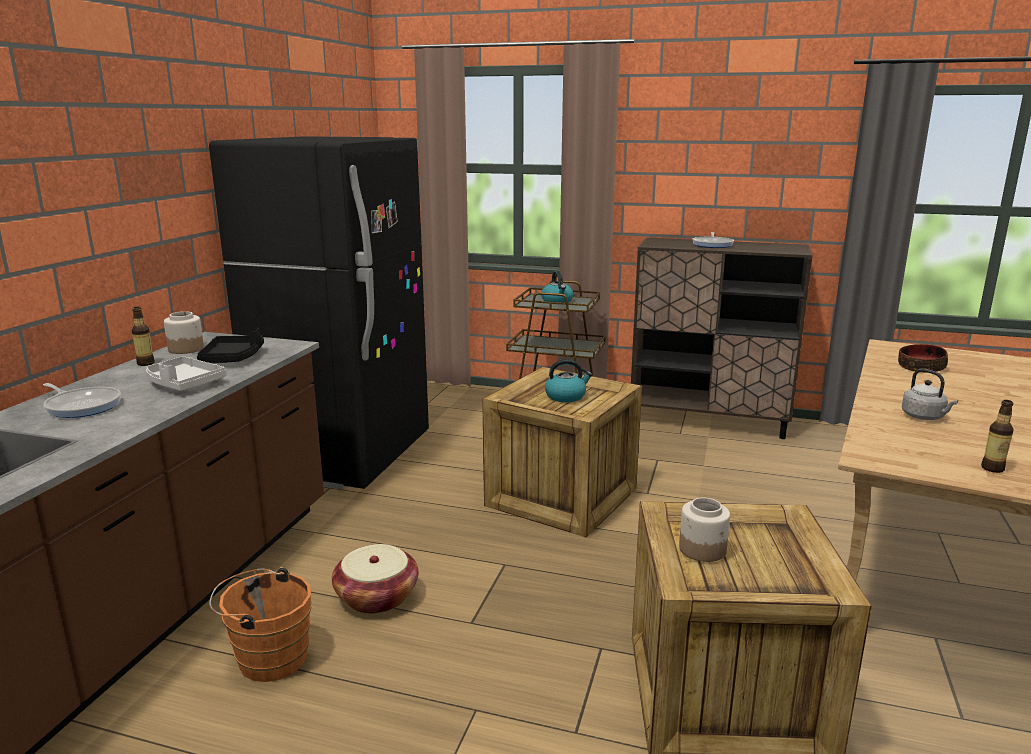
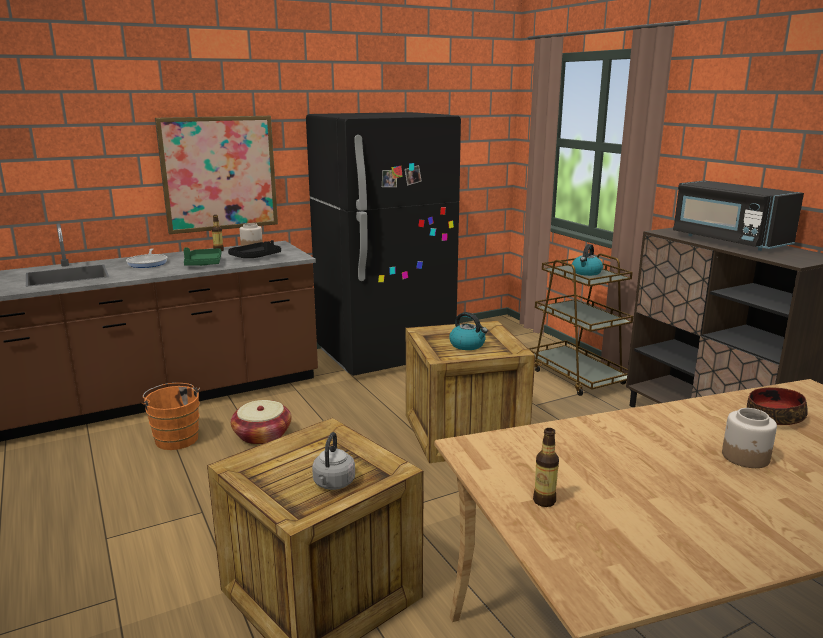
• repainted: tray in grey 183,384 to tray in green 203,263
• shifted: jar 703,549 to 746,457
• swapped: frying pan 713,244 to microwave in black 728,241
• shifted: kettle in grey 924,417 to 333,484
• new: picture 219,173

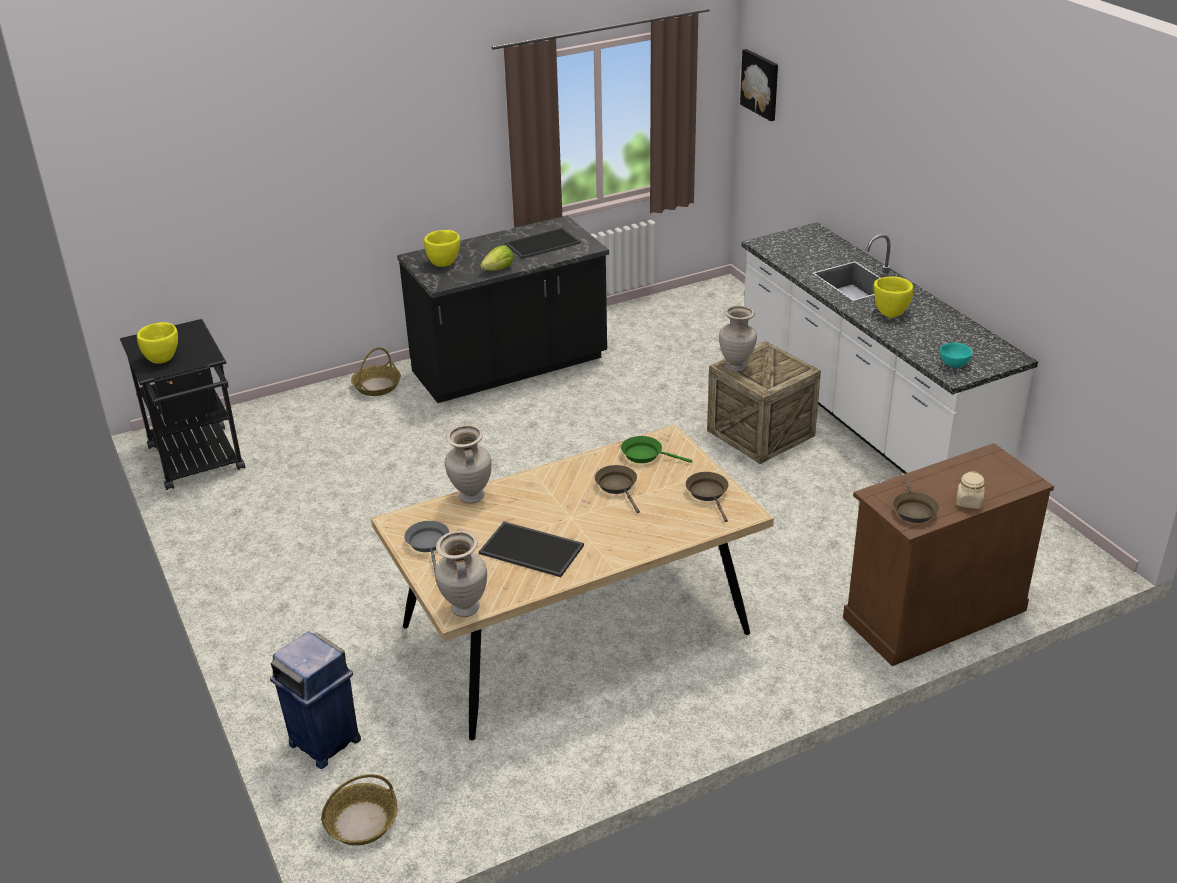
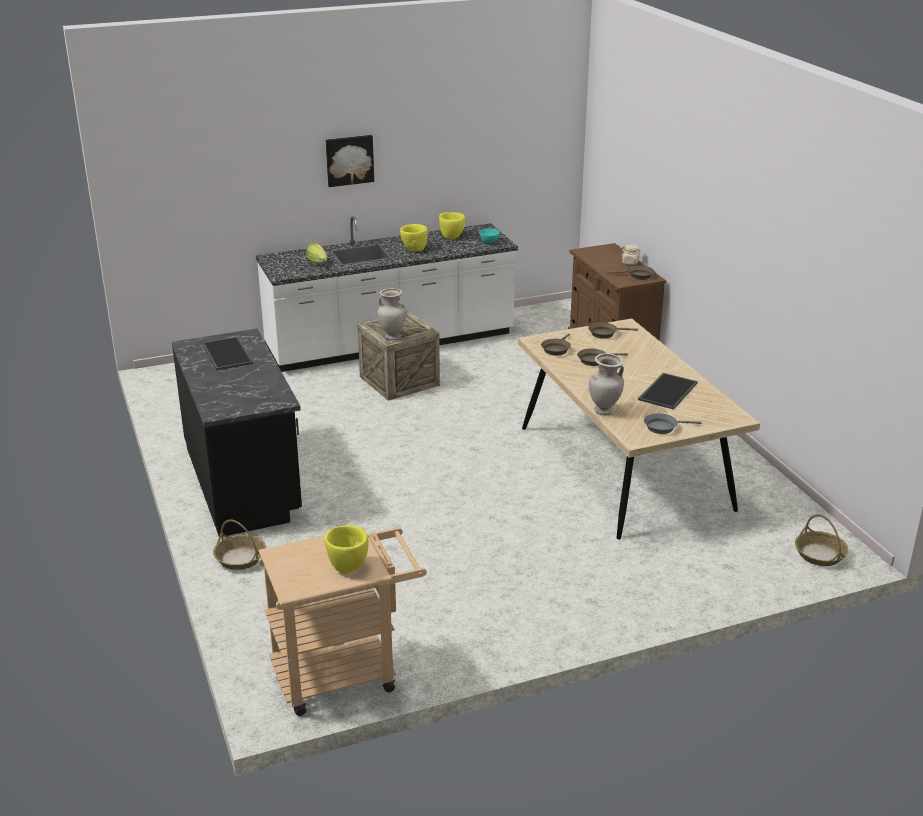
• repainted: cart in black 199,463 to cart in beige 345,672
• gone: trash can in blue 324,741
• shifted: bowl in yellow 444,264 to 451,237
• gone: vase in beige 464,609
• shifted: lettuce 498,269 to 318,262
• repainted: frying pan in green 645,455 to frying pan in brown 556,349
• shifted: picture 761,84 to 349,160

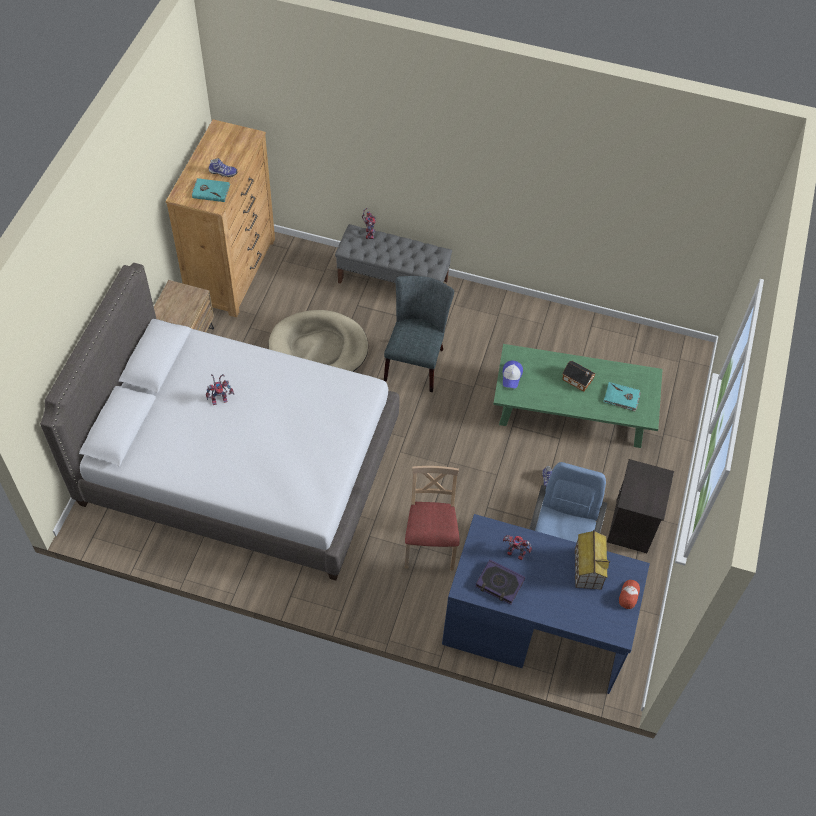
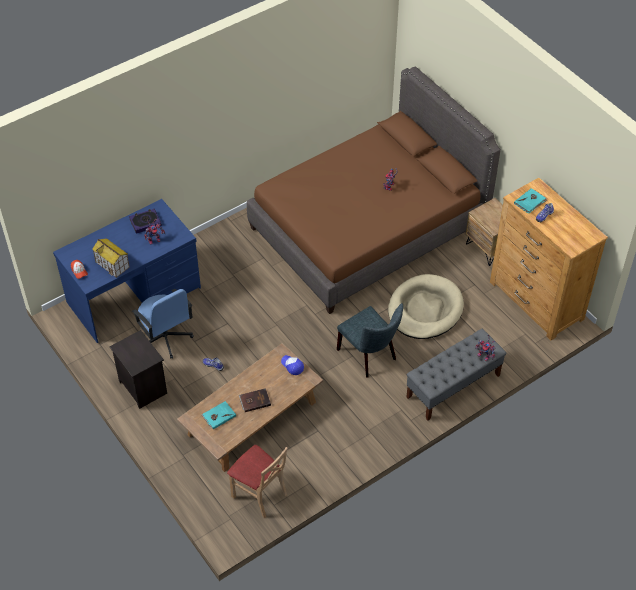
• repainted: bed in grey 240,464 to bed in brown 367,227
• shifted: chair in beige 430,546 to 259,494
• repainted: coffee table in green 573,408 to coffee table in brown 252,419
• swapped: toy house 578,381 to book in brown 254,400

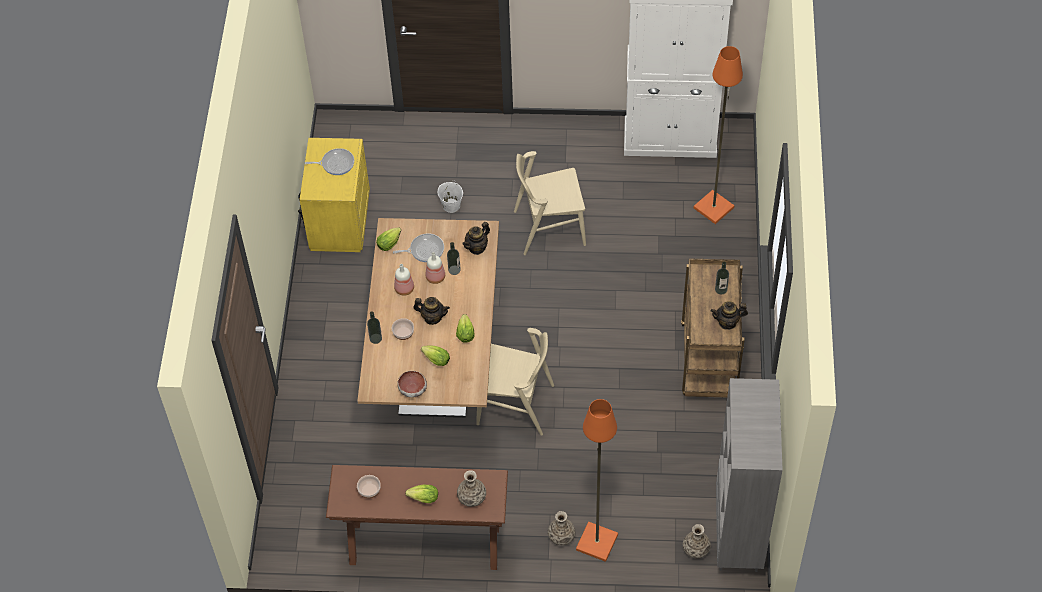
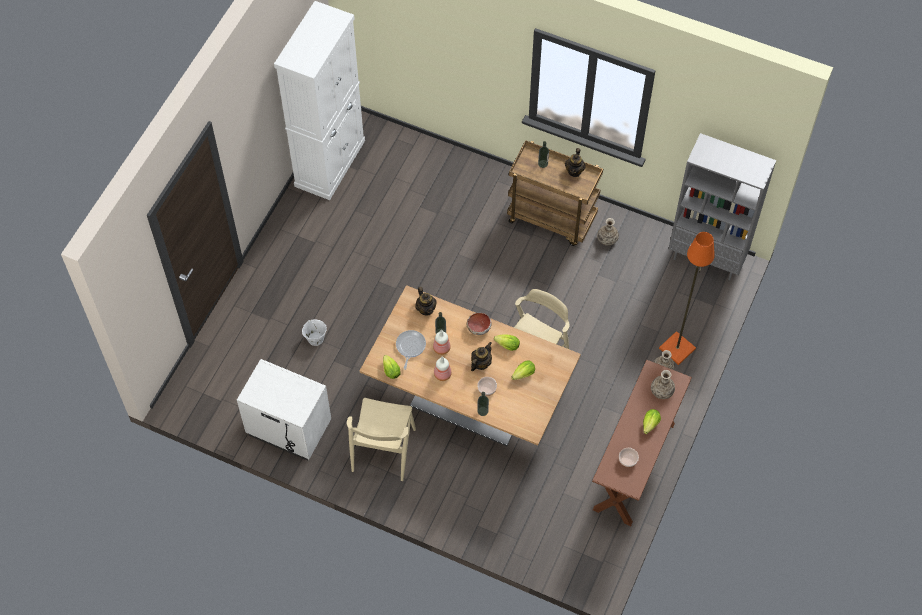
• repainted: nightstand in yellow 338,221 to nightstand in white 288,429
• gone: frying pan 336,163
• shifted: bowl 413,389 to 479,327
• shifted: chair in beige 549,227 to 383,450
• shifted: vase 696,549 to 607,239
• gone: floor lamp in orange 714,207

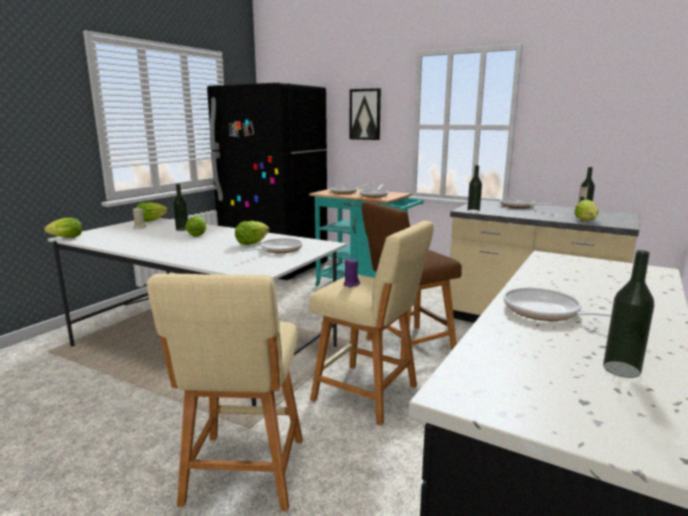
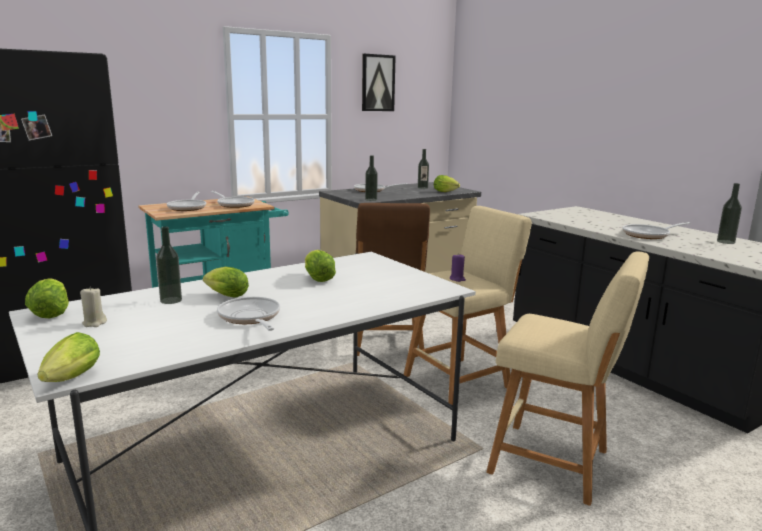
• shifted: frying pan 278,250 to 250,318
• shifted: picture 365,114 to 377,83

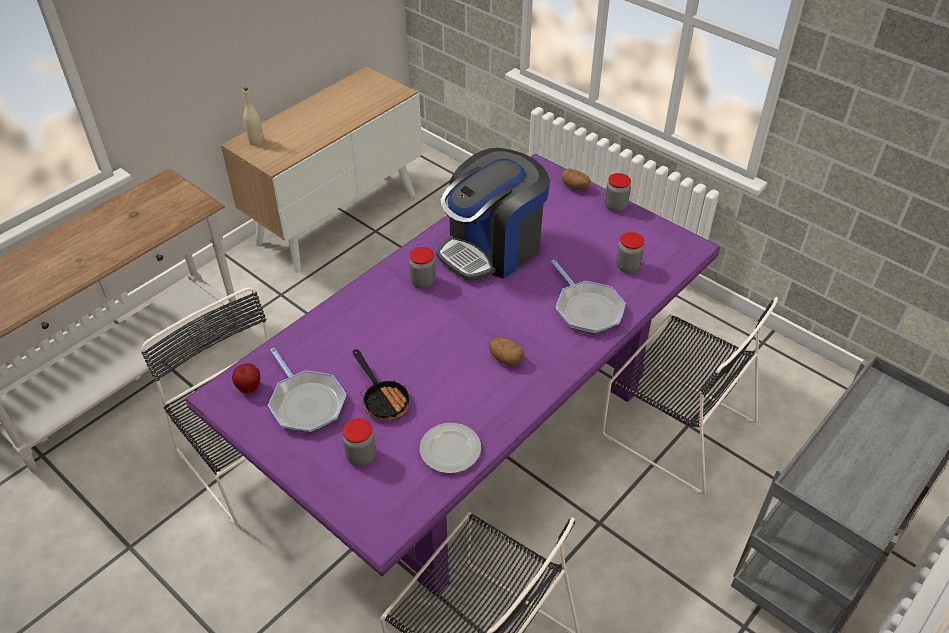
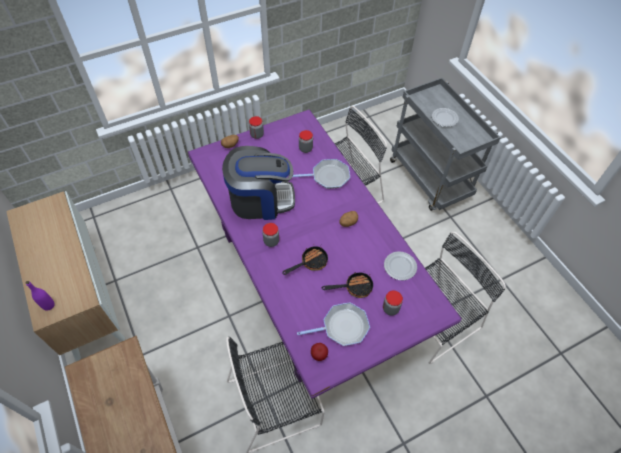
• repainted: bottle in beige 256,141 to bottle in purple 48,305
• rotated: coffee machine 492,248 = 260,200 75 degrees counterclockwise
• new: frying pan 310,262
• new: plate 444,119

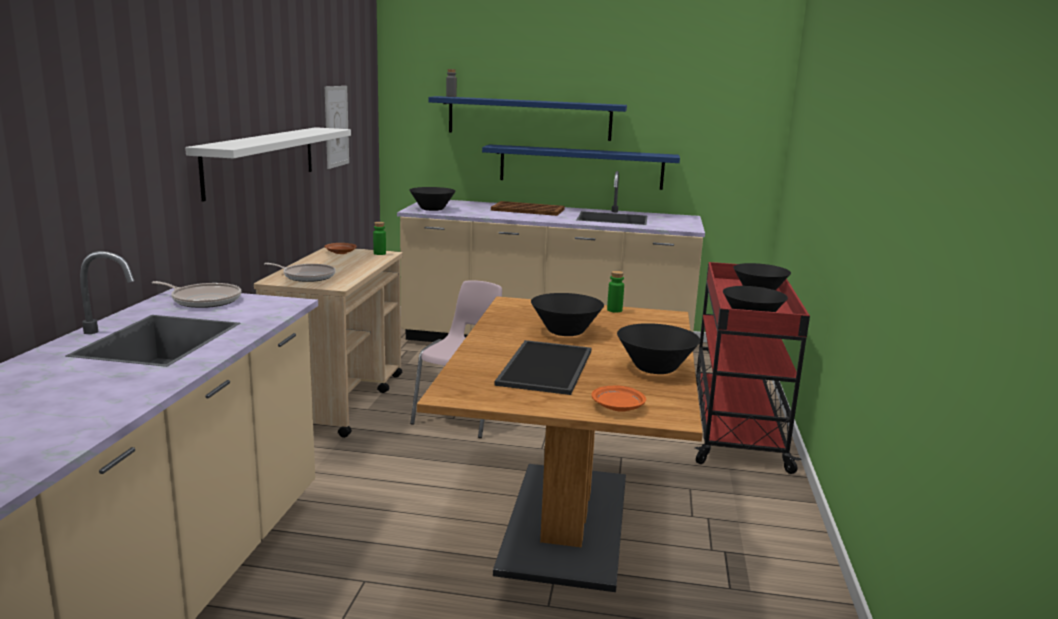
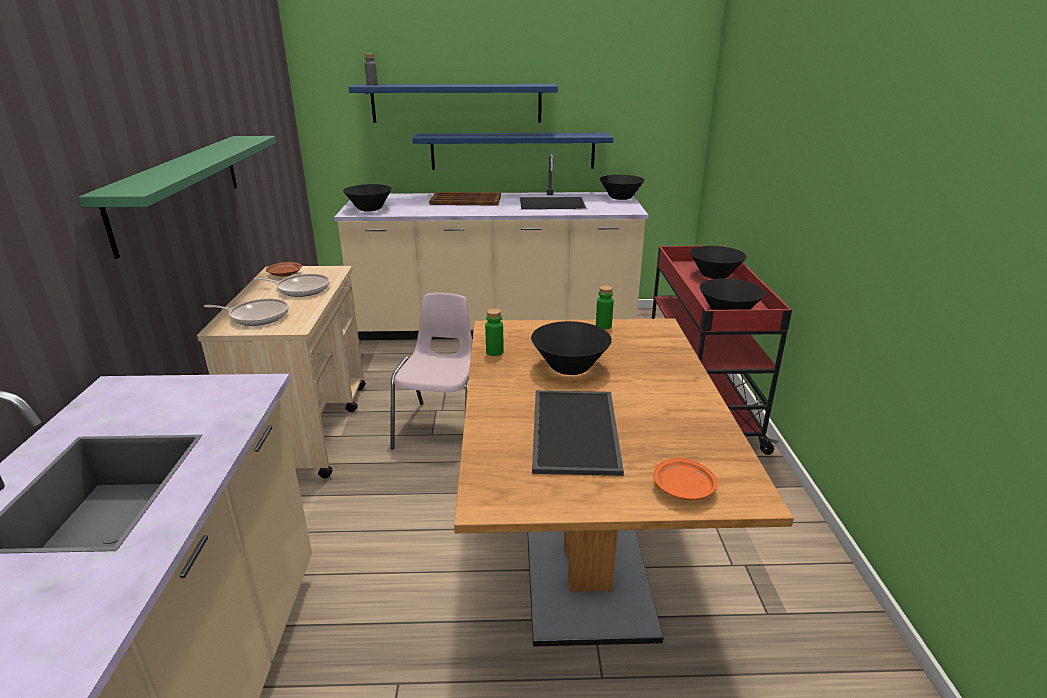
• shifted: frying pan 204,300 to 301,289
• repainted: shelf in white 261,160 to shelf in green 179,188
• gone: picture 336,126
• shifted: bottle in green 379,253 to 494,352
• shifted: bowl in black 655,368 to 620,198

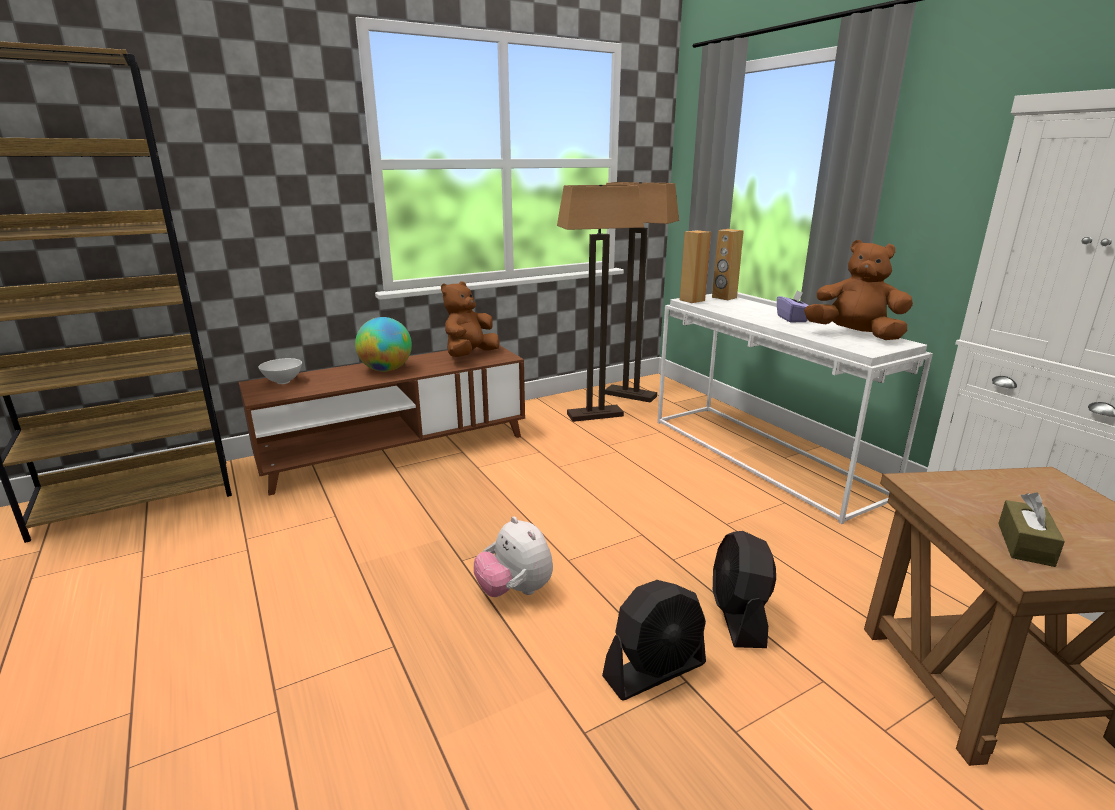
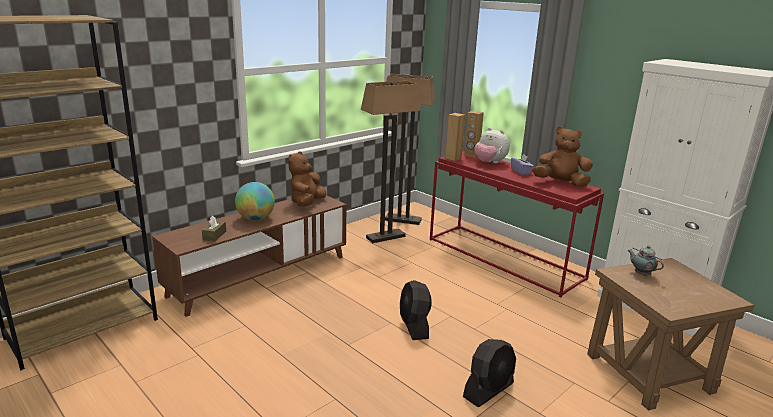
• gone: bowl in white 283,382
• shifted: plush toy 515,591 to 489,163
• repainted: console table in white 765,457 to console table in red 505,258
• shifted: fan in black 738,616 to 414,326
• shifted: tissue box in brown 1025,544 to 214,235
• new: teapot 641,274

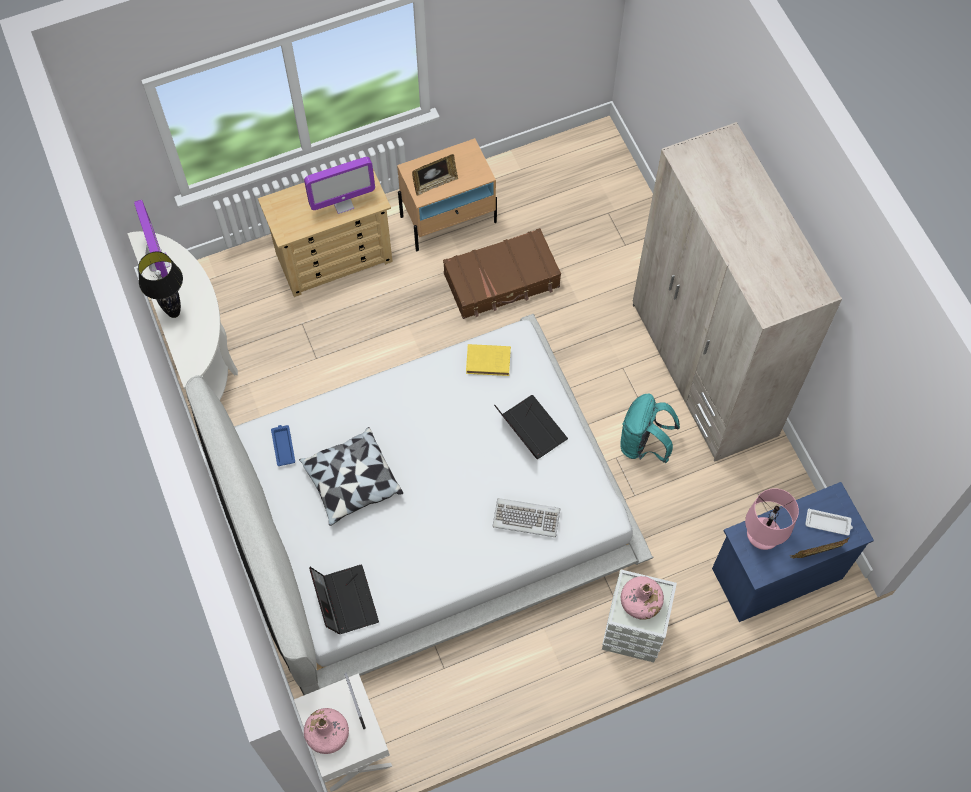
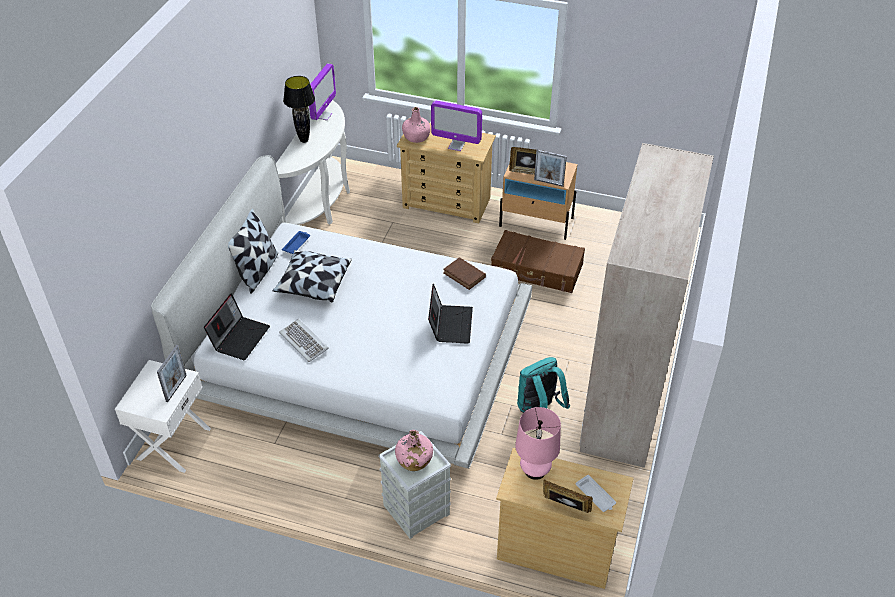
• shifted: bottle in pink 328,734 to 416,137
• repainted: book in yellow 489,361 to book in brown 465,276
• shifted: keyboard 526,518 to 304,341
• repainted: dresser in blue 776,573 to dresser in beige 556,549
• new: pillow 257,271
• new: picture frame 548,182

